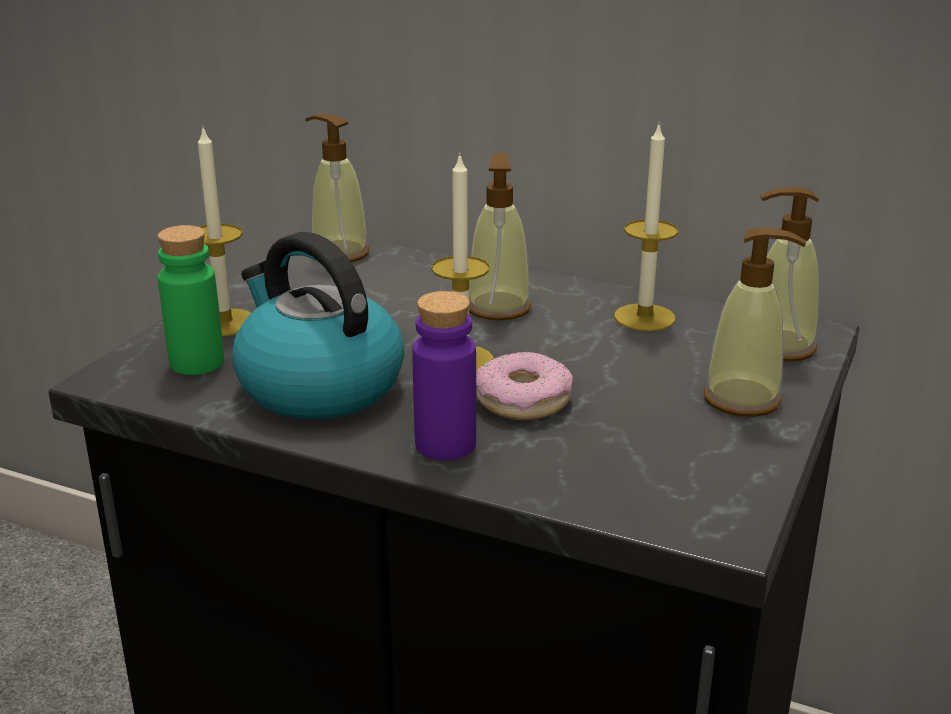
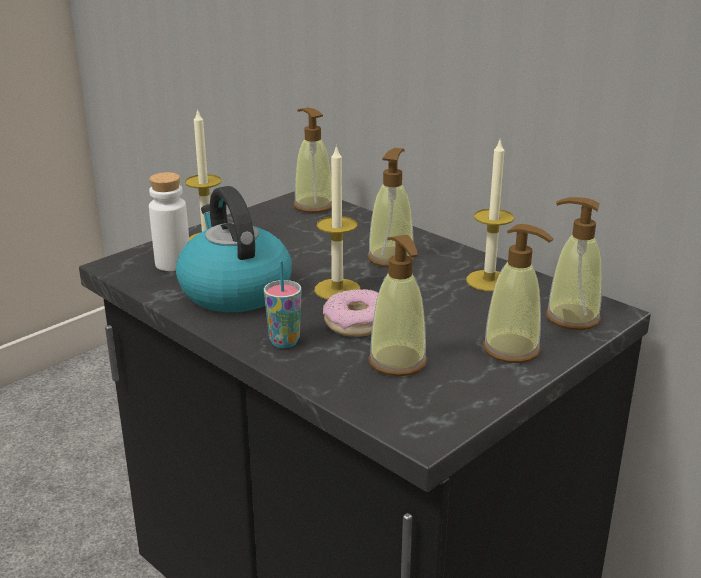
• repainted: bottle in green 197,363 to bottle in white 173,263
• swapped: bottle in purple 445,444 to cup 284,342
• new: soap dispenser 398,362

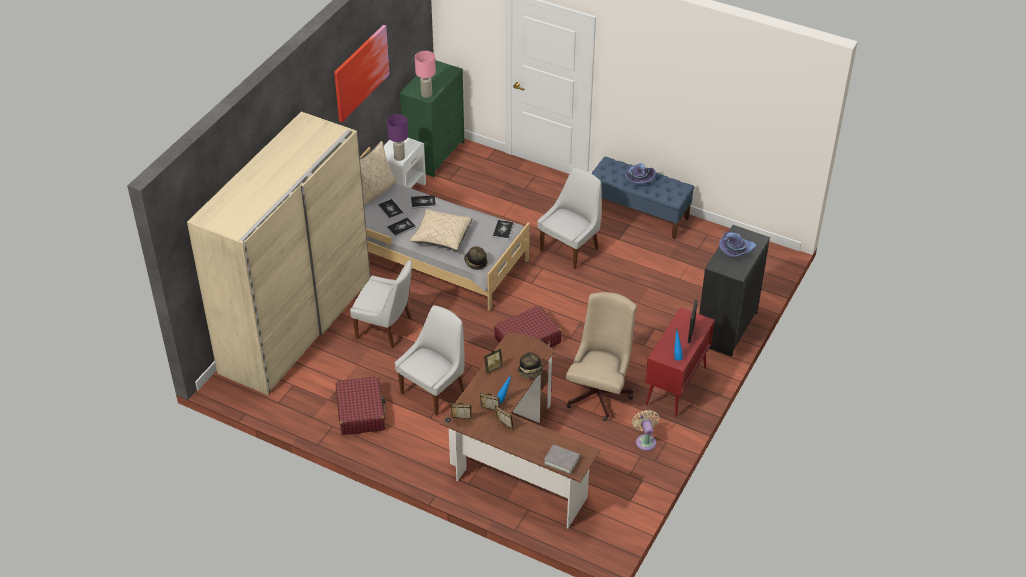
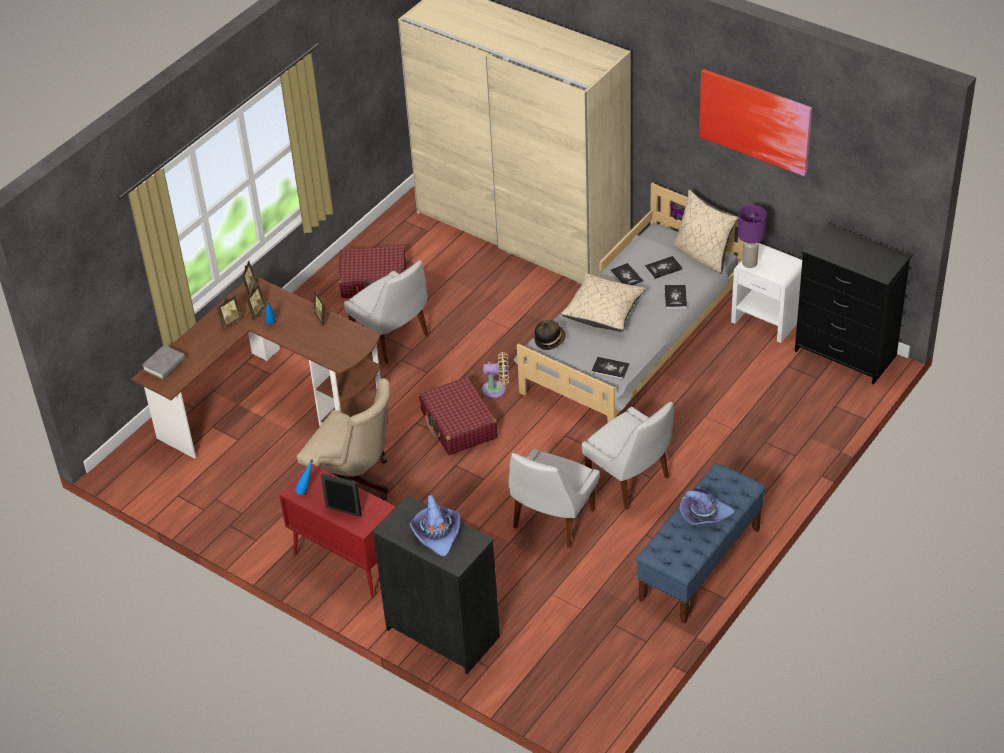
• shifted: chair in white 386,328 to 552,521
• repainted: dresser in green 435,155 to dresser in black 845,353
• gone: table lamp in pink 426,94
• gone: hat 531,371
• shifted: fan in beige 645,441 to 497,389

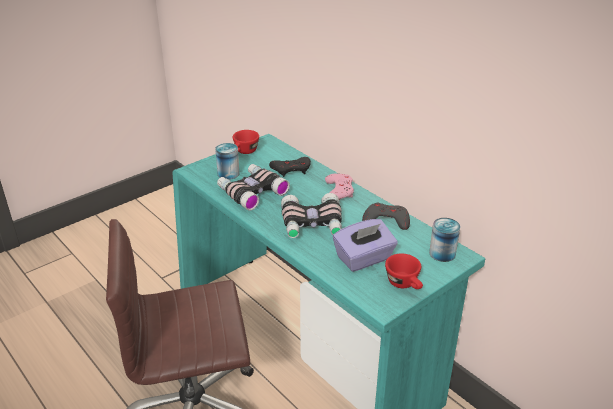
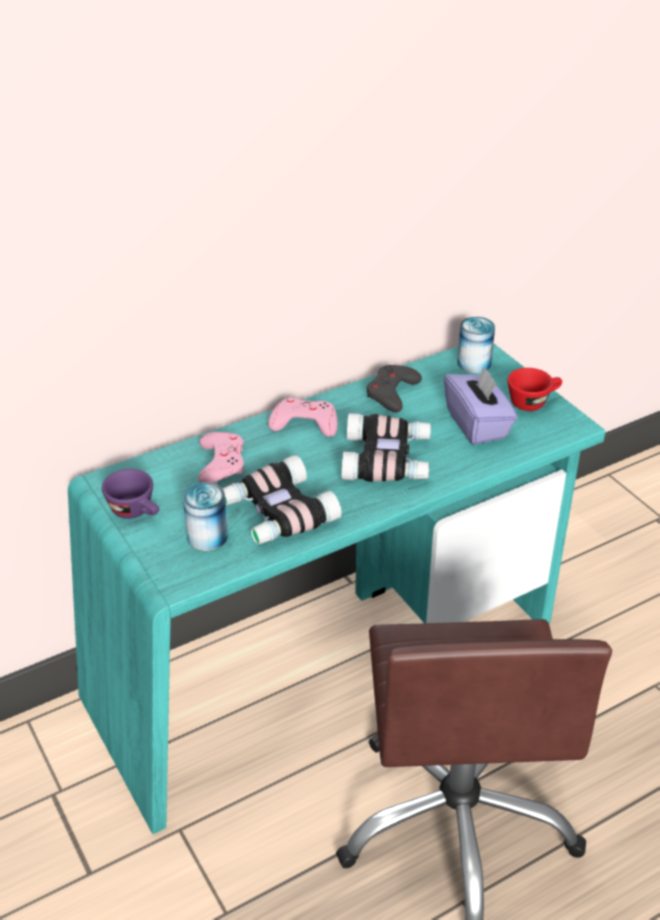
• repainted: cup in red 244,152 to cup in purple 136,512
• repainted: game controller in black 291,169 to game controller in pink 221,463

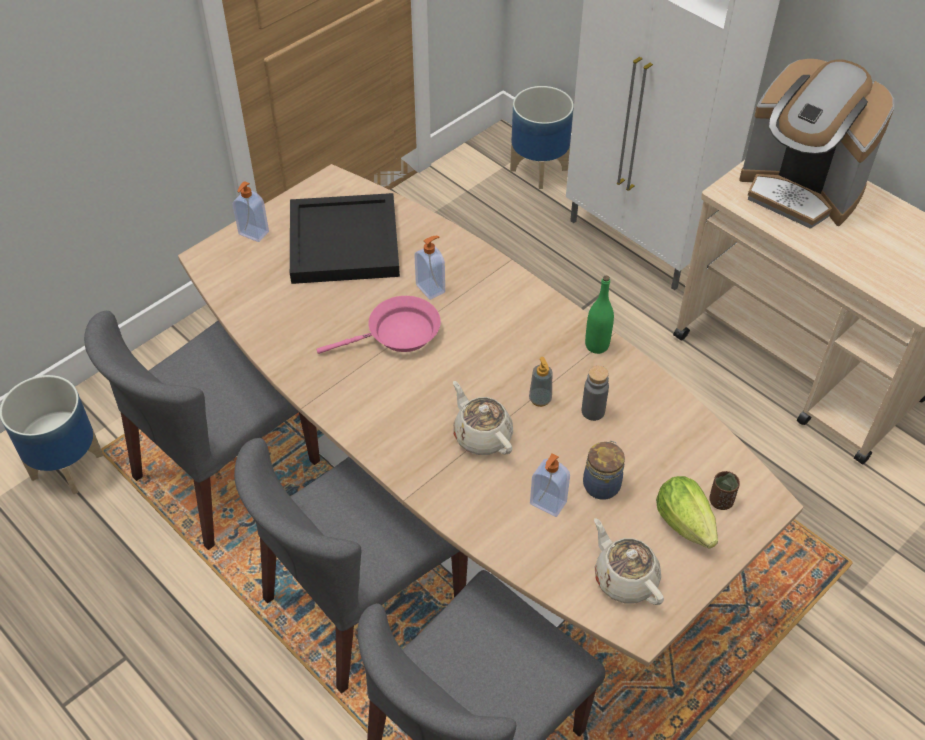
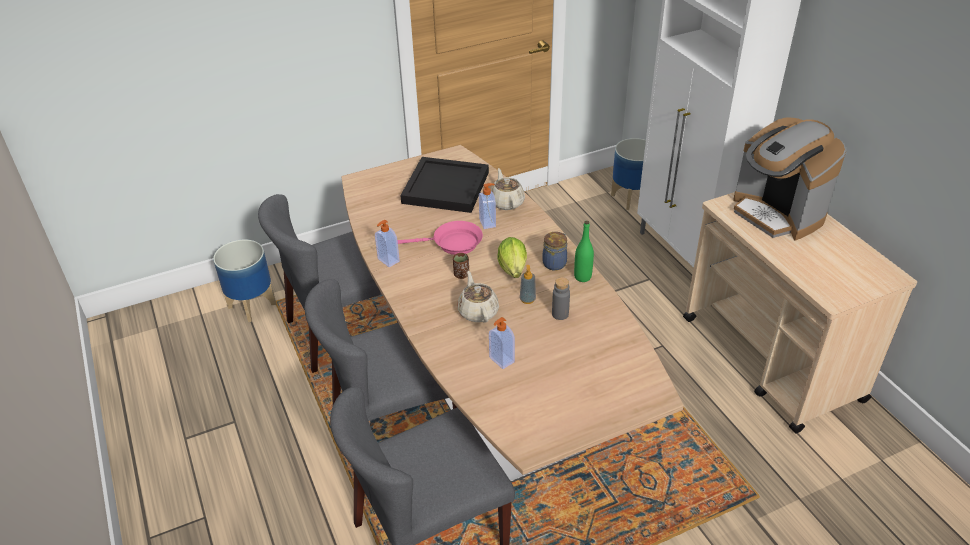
• shifted: soap dispenser 253,233 to 388,260
• shifted: jar 602,484 to 555,263
• shifted: teapot in beige 624,578 to 506,202
• shifted: lettuce 687,527 to 513,271
• shifted: cup in brown 720,501 to 461,275

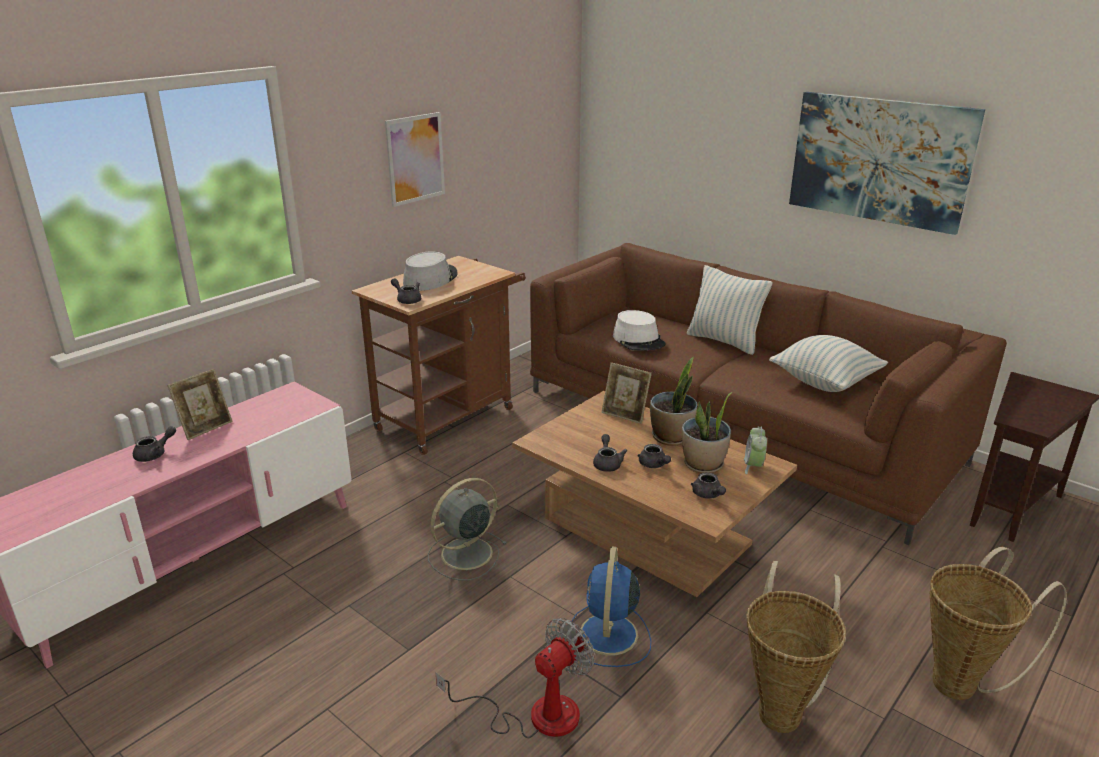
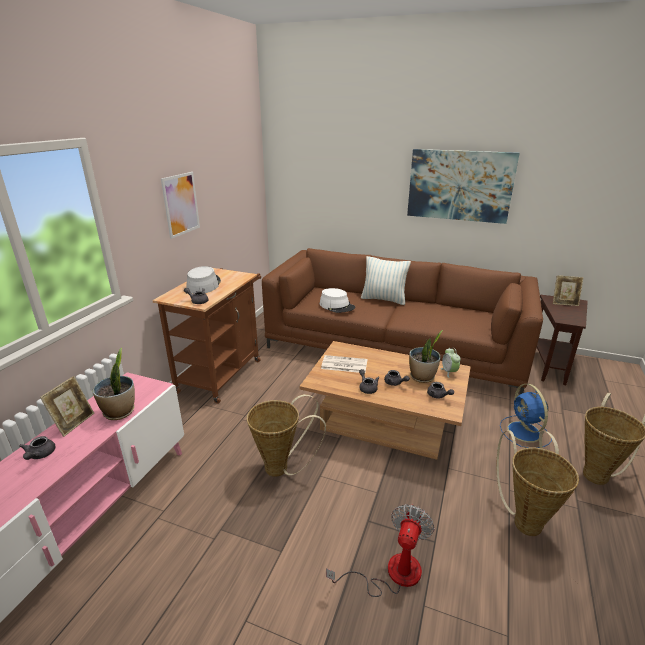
• rotated: teapot in grey 155,454 = 39,455 150 degrees clockwise
• swapped: fan in grey 464,554 to basket 282,468
• shifted: fan in blue 608,636 to 525,432
• shifted: picture frame 625,415 to 564,303
• shifted: potted plant 671,437 to 120,412
• gone: pillow 824,382
• new: newspaper 343,365

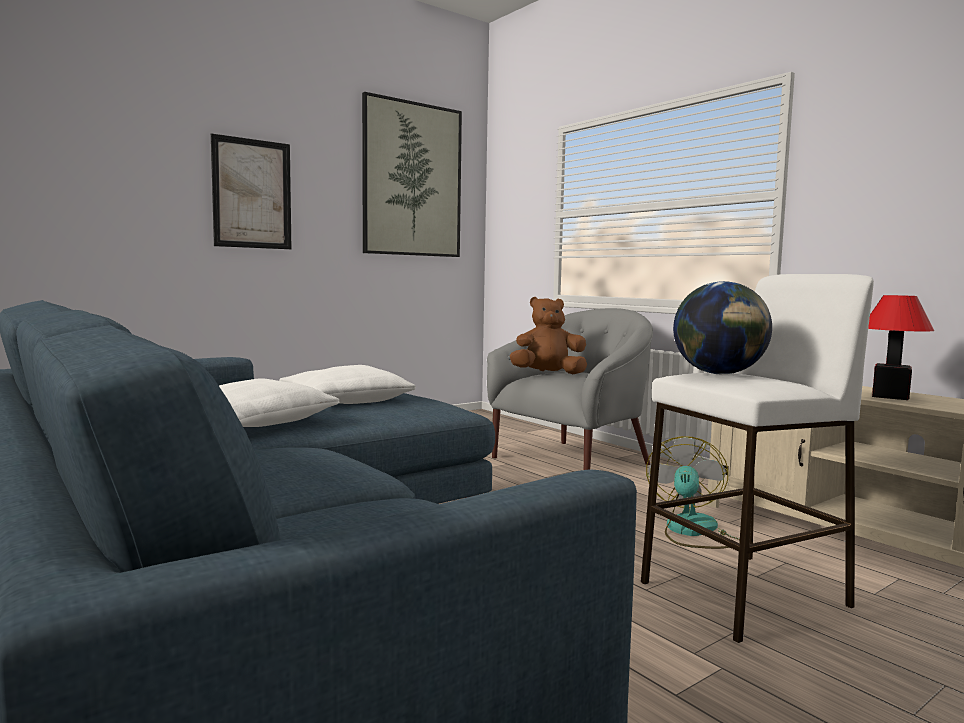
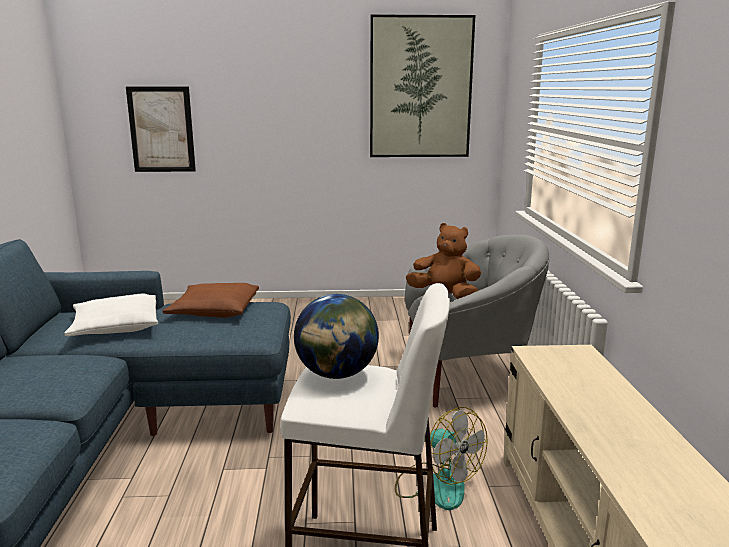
• shifted: picture 252,194 to 161,129
• repainted: pillow in white 345,400 to pillow in brown 214,310
• rotated: fan 692,532 = 437,484 90 degrees clockwise
• gone: table lamp 890,396

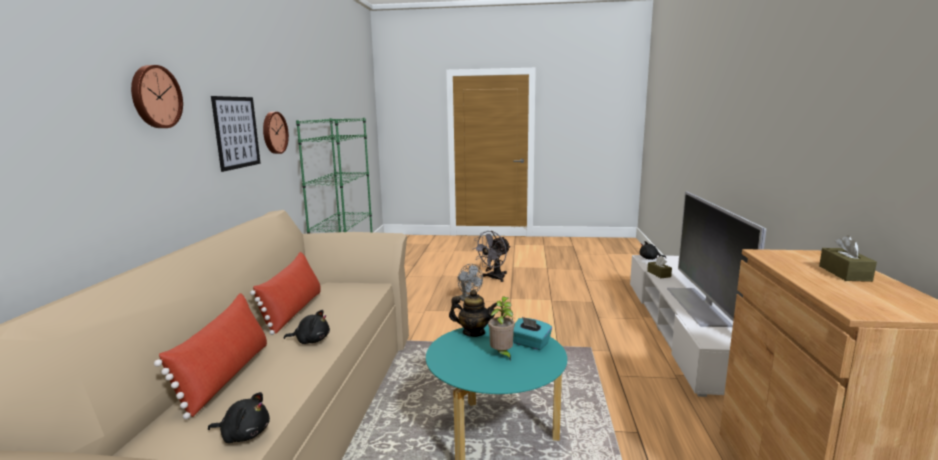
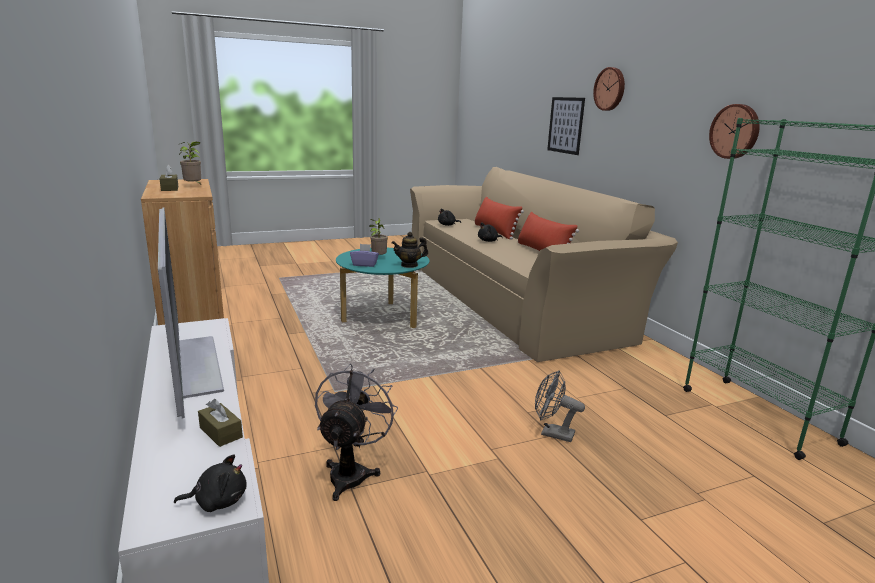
• shifted: picture 236,132 to 565,125
• shifted: fan in grey 494,278 to 351,472
• repainted: tissue box in turquoise 530,344 to tissue box in purple 364,264
• new: potted plant 194,186

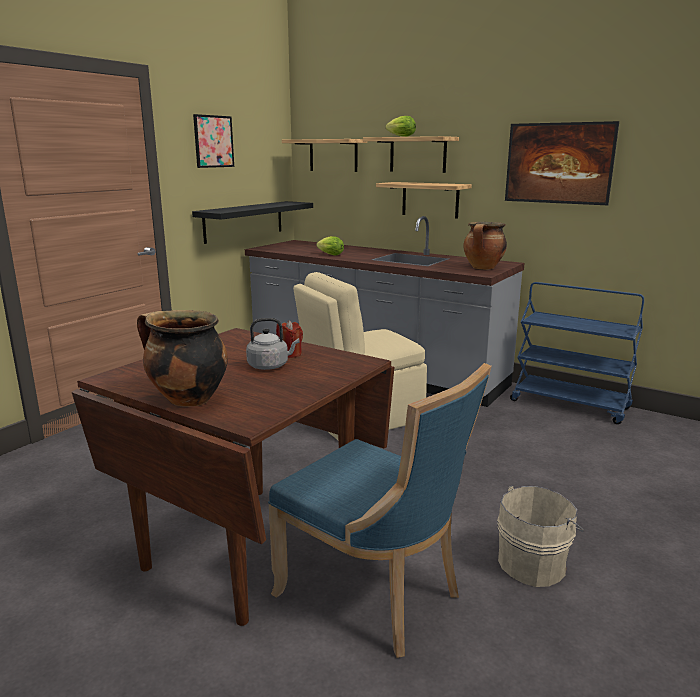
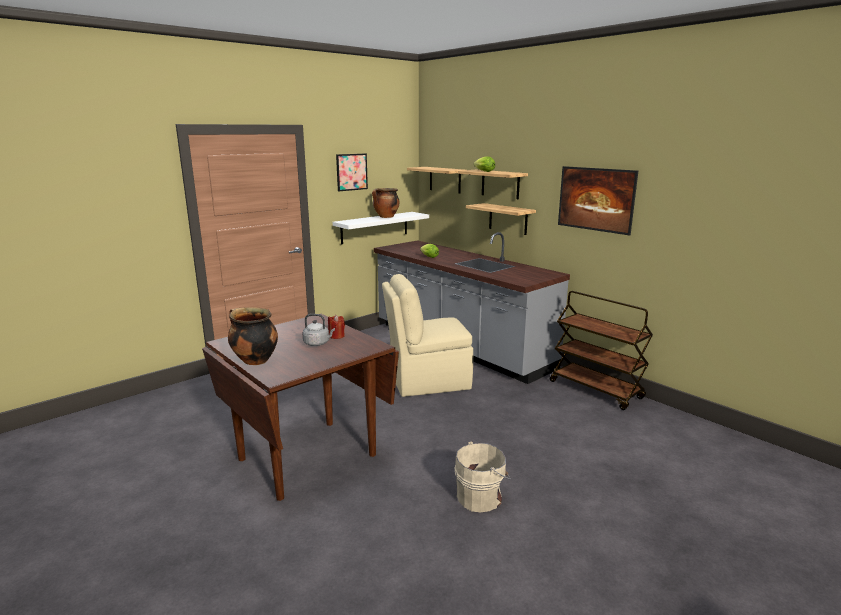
• repainted: shelf in black 244,221 to shelf in white 374,227
• gone: chair in blue 376,594
• shifted: cooking pot 483,268 to 386,217
• repainted: cart in blue 570,405 to cart in brown 596,390

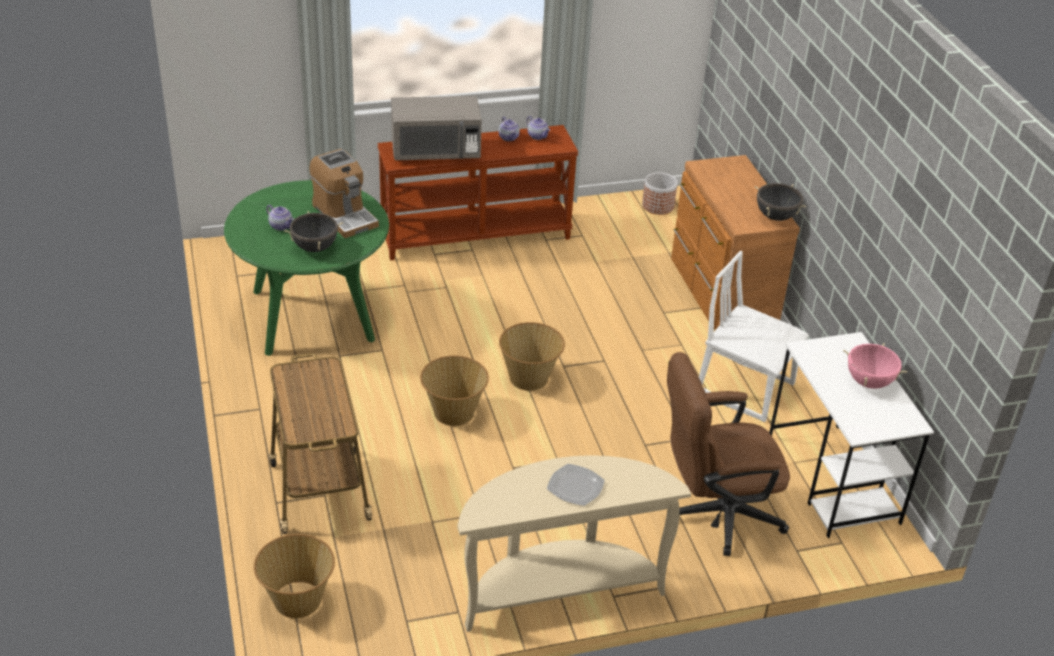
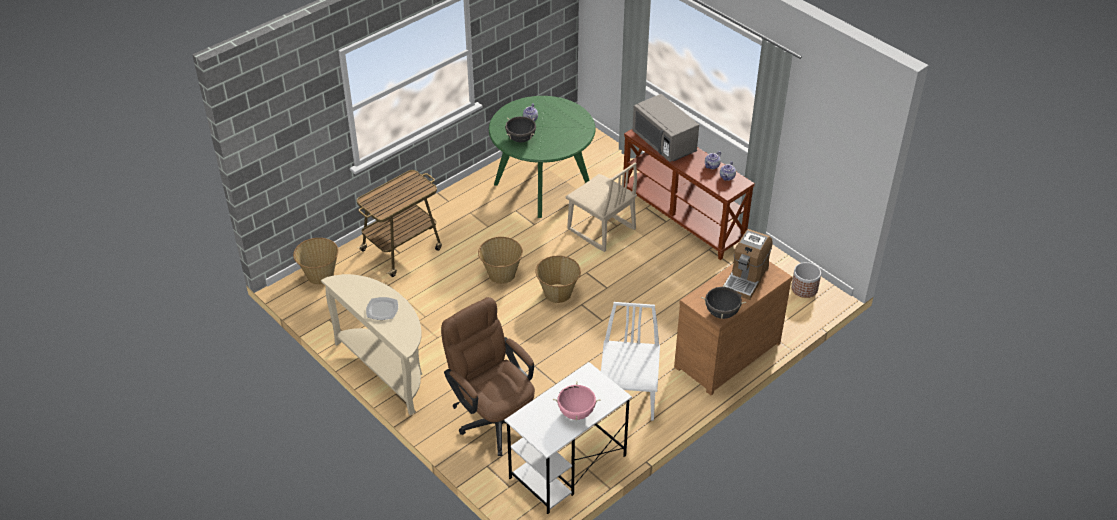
• shifted: coffee machine 344,215 to 746,278
• new: chair in beige 601,230

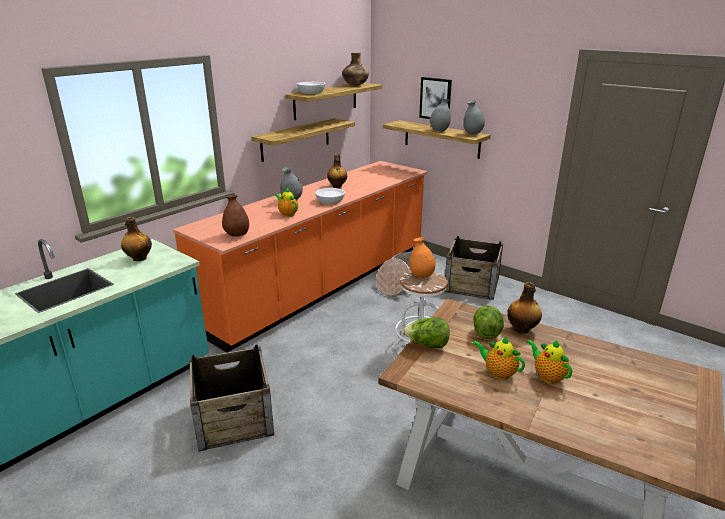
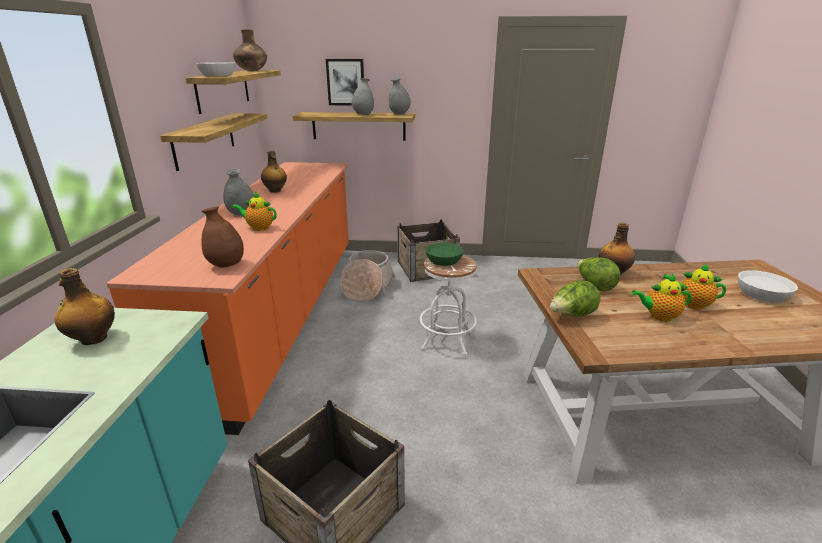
• shifted: bowl in white 330,201 to 761,294
• swapped: vase in orange 422,276 to bowl in green 443,260

